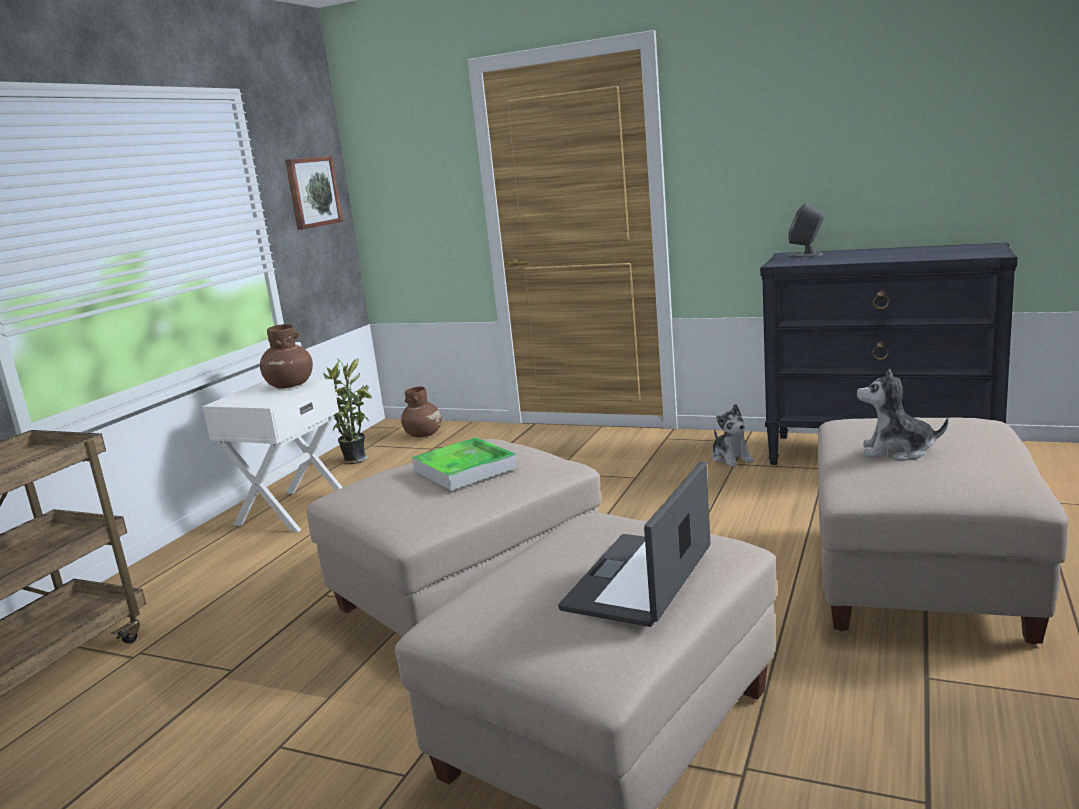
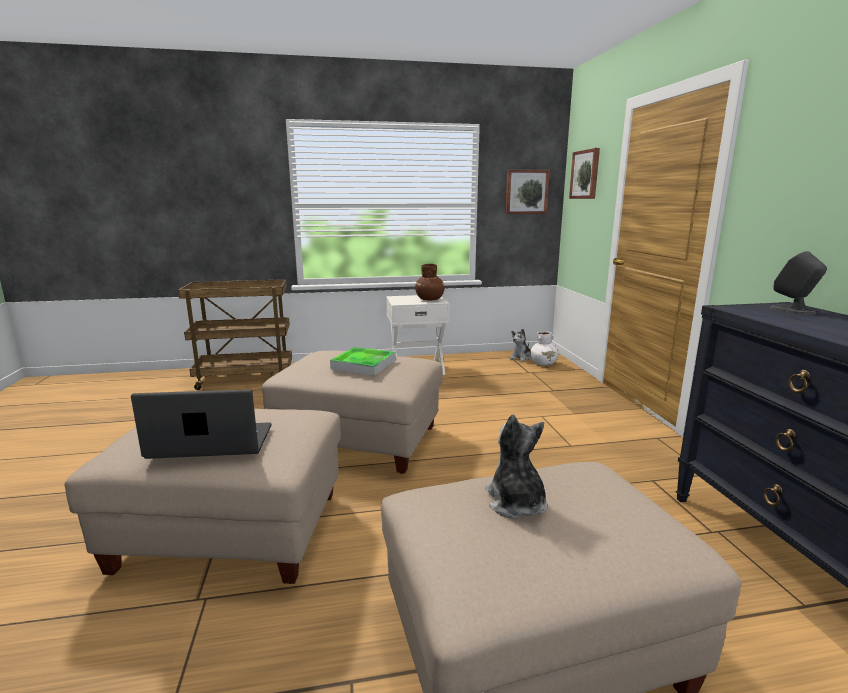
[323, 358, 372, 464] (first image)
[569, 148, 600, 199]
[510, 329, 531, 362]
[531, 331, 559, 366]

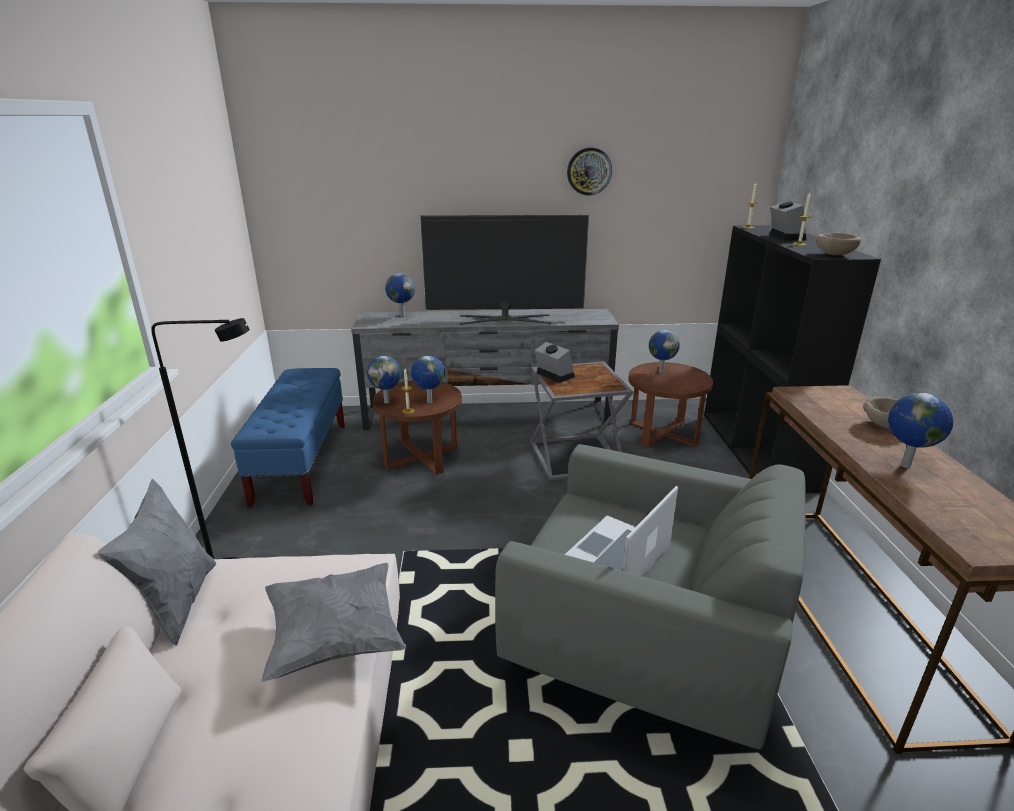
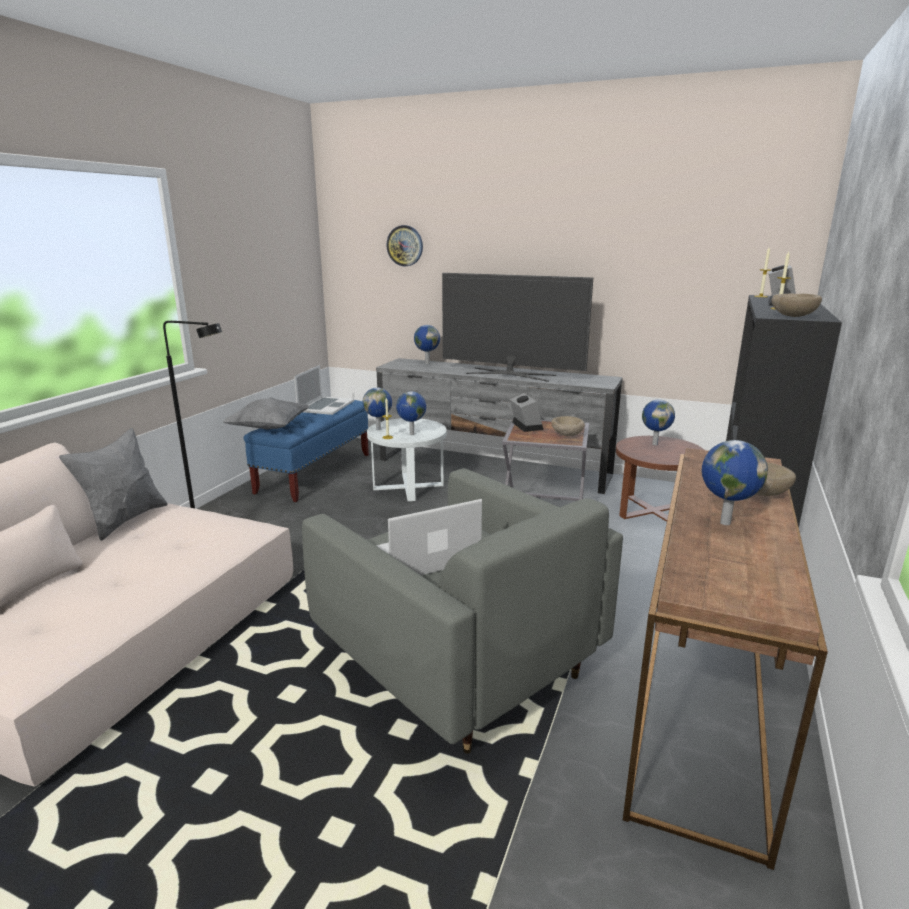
[294, 365, 354, 415]
[551, 416, 585, 436]
[222, 397, 310, 429]
[386, 225, 423, 266]
[367, 418, 447, 501]

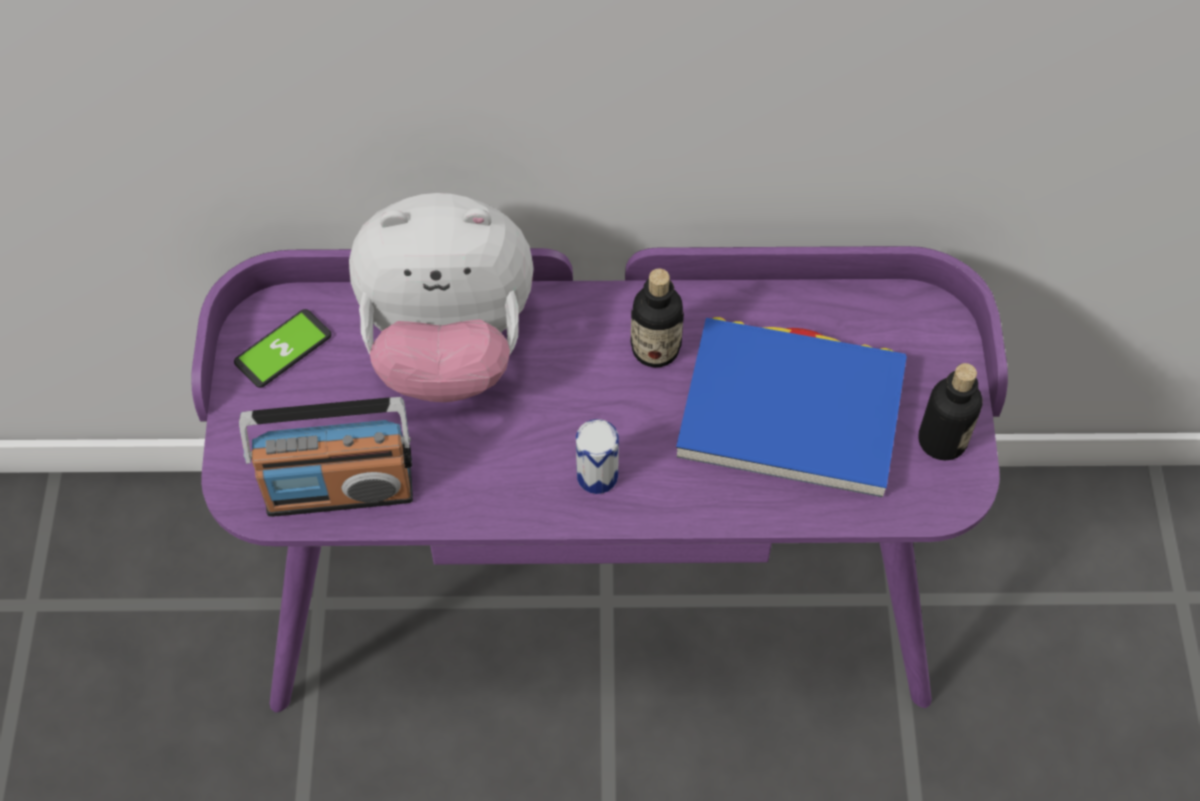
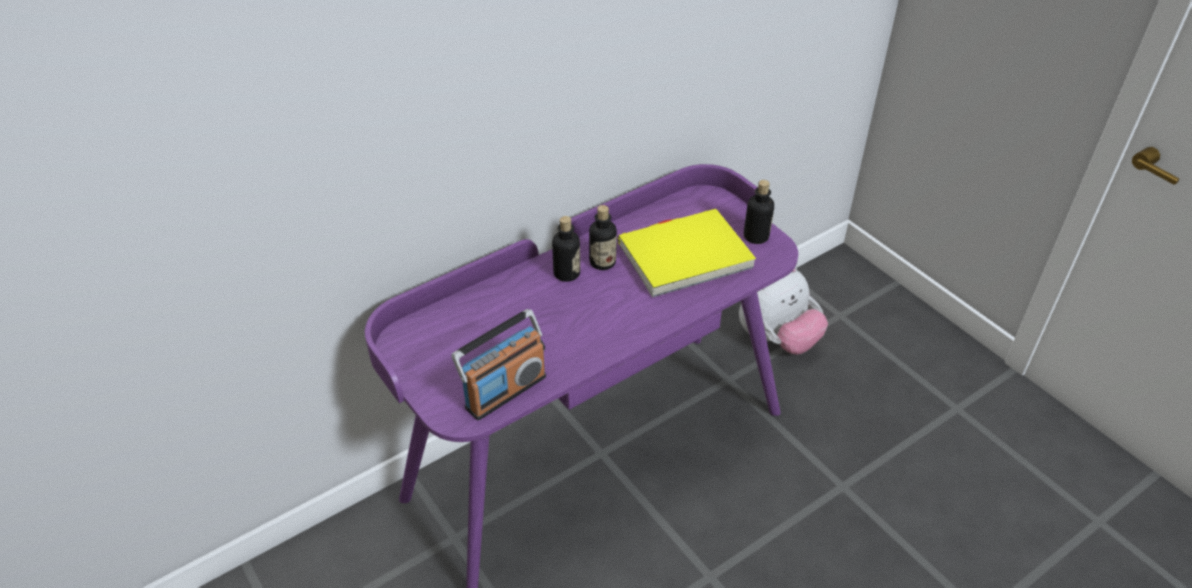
[234, 309, 332, 388] (first image)
[576, 419, 619, 494] (first image)
[552, 216, 580, 282]
[739, 267, 828, 355]
[618, 209, 756, 297]

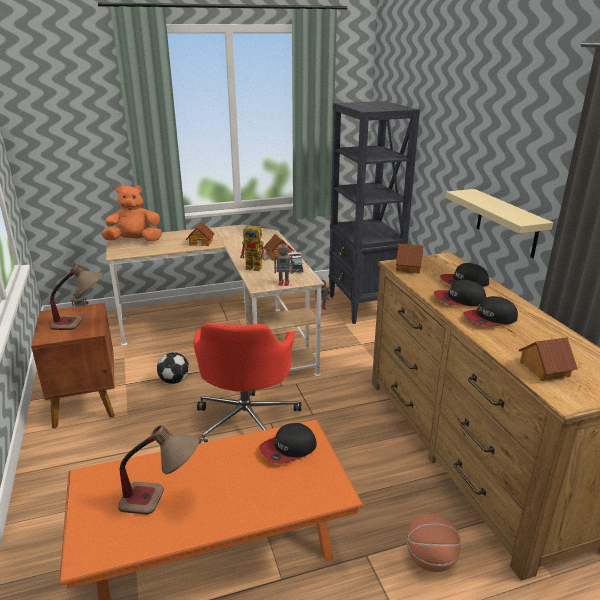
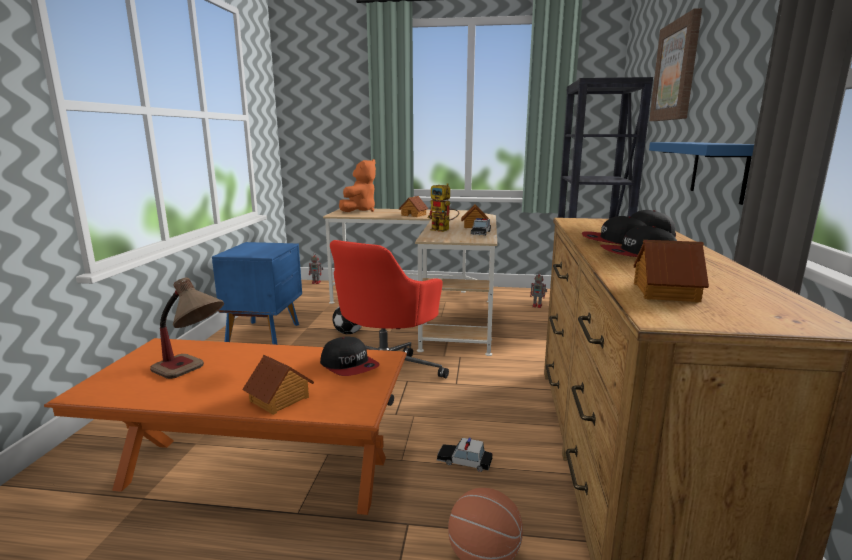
[50, 264, 104, 330] (first image)
[274, 242, 295, 286] (first image)
[437, 438, 493, 472]
[649, 8, 702, 121]
[242, 355, 314, 415]
[212, 242, 302, 345]
[649, 142, 754, 205]
[339, 159, 376, 212]
[320, 336, 380, 376]

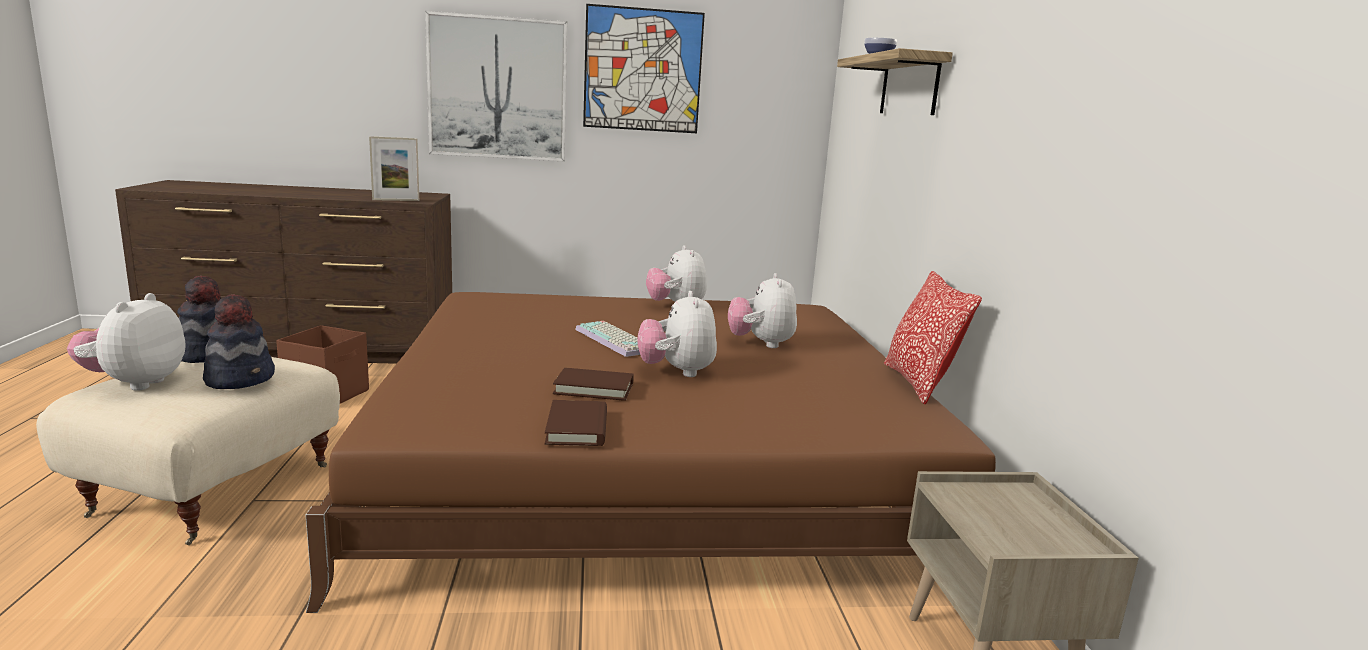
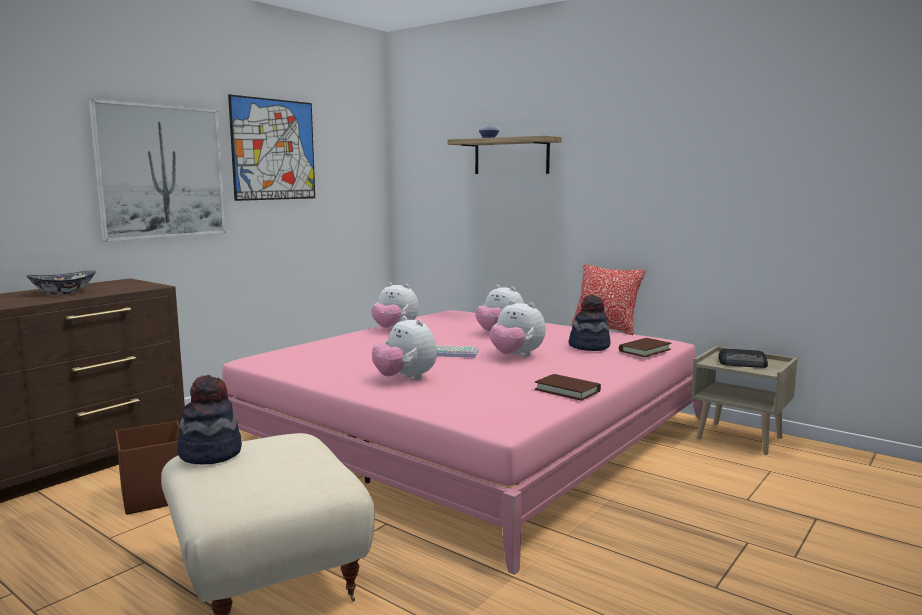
[369, 136, 419, 201] (first image)
[26, 270, 96, 295]
[718, 349, 768, 368]
[372, 316, 437, 380]
[569, 295, 611, 351]
[619, 338, 671, 357]
[222, 310, 703, 575]

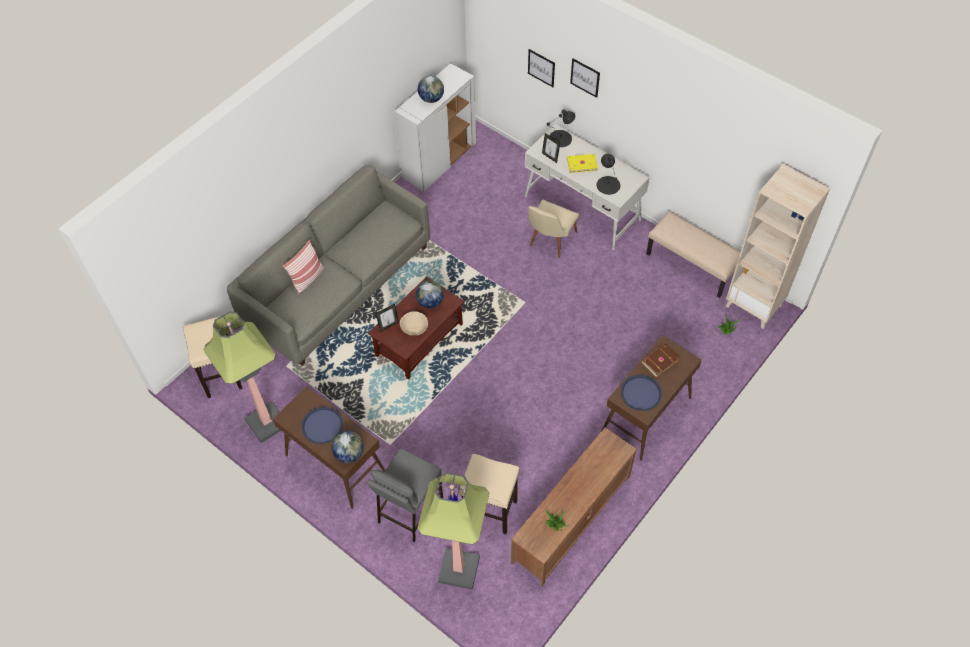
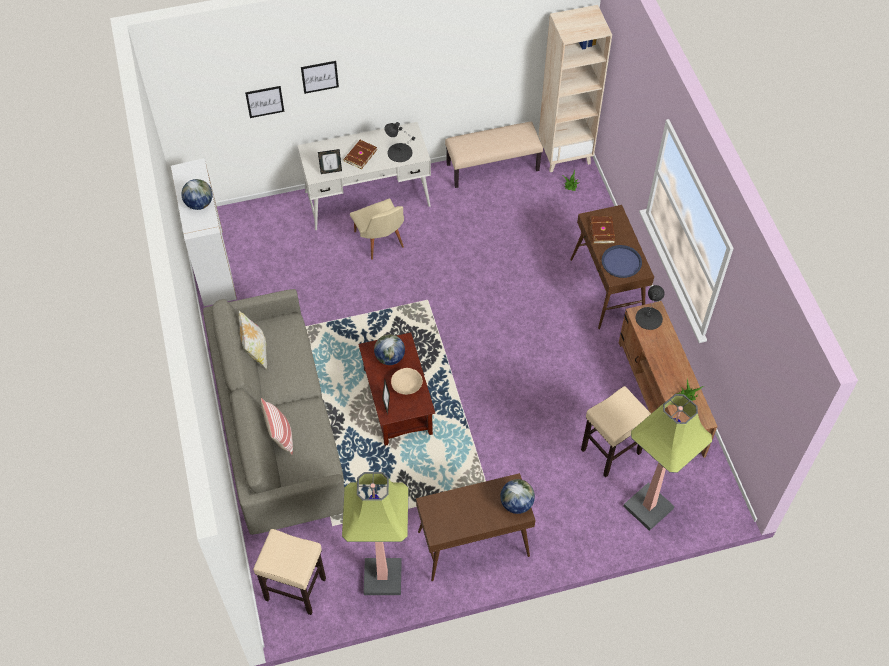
[301, 407, 343, 444] (first image)
[367, 448, 443, 542] (first image)
[239, 311, 267, 370]
[636, 285, 664, 330]
[343, 140, 377, 169]

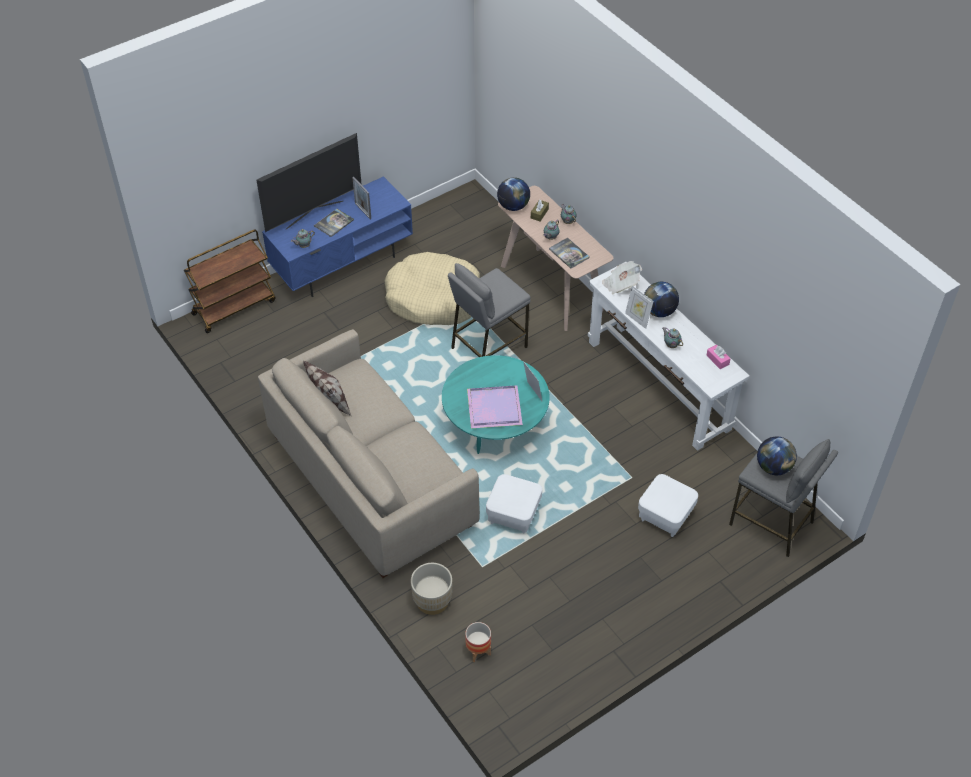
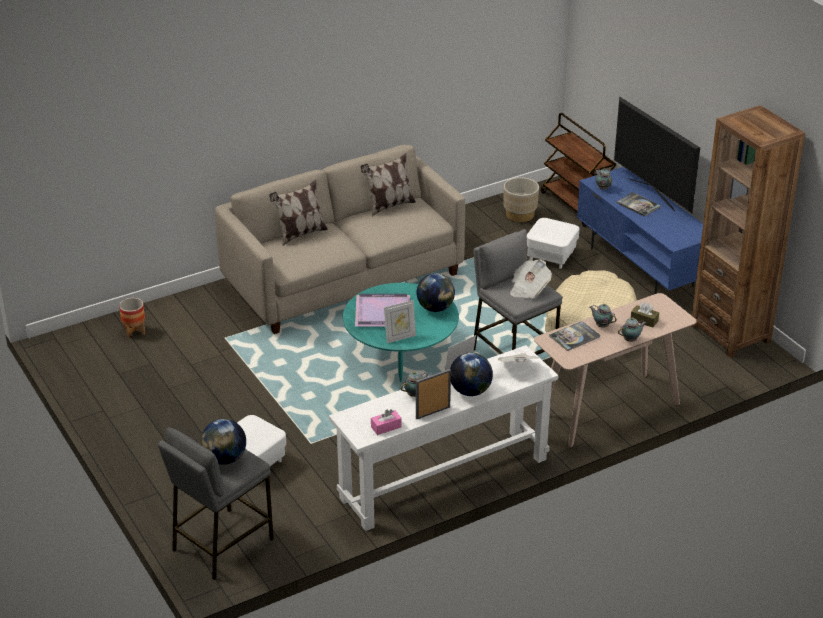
[269, 180, 328, 246]
[510, 259, 552, 299]
[691, 105, 805, 358]
[416, 369, 451, 419]
[503, 177, 539, 222]
[527, 218, 579, 269]
[417, 273, 455, 312]

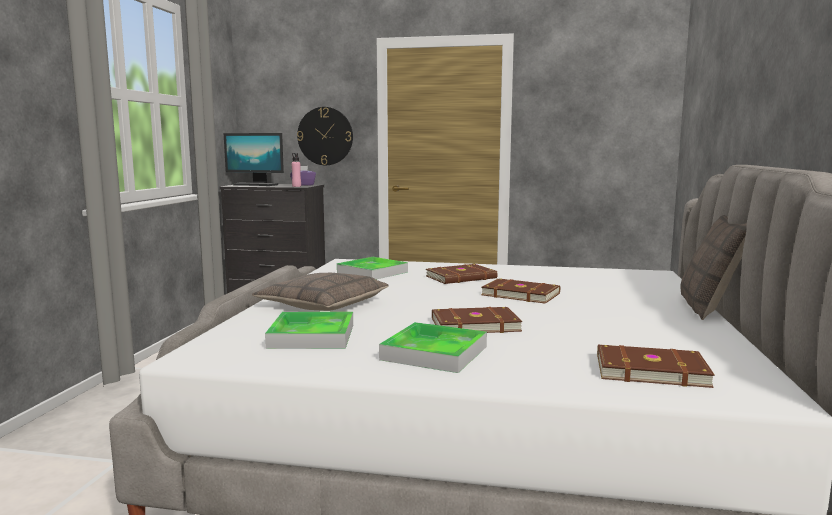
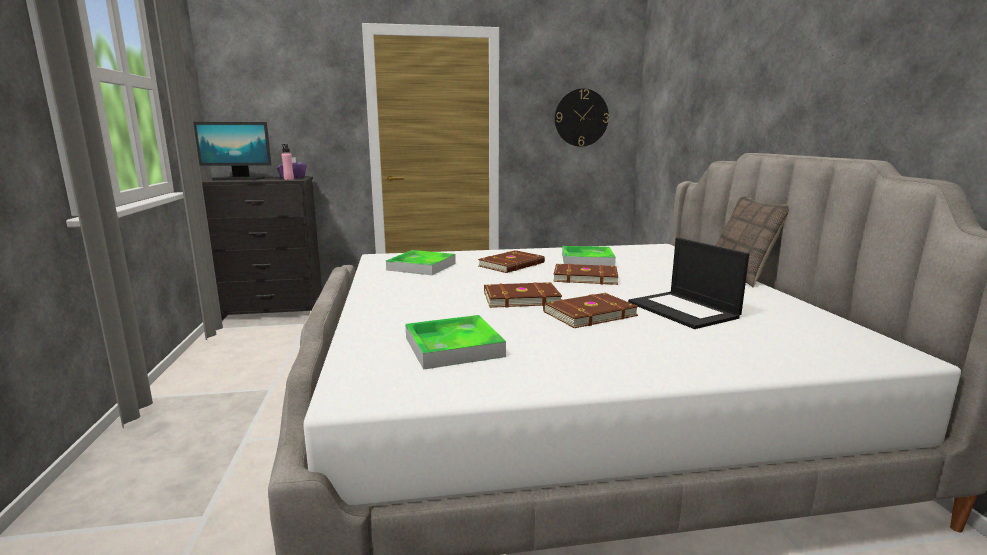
[252, 273, 388, 311] (first image)
[628, 238, 749, 329]
[555, 89, 609, 147]
[562, 246, 616, 266]
[484, 282, 562, 308]

